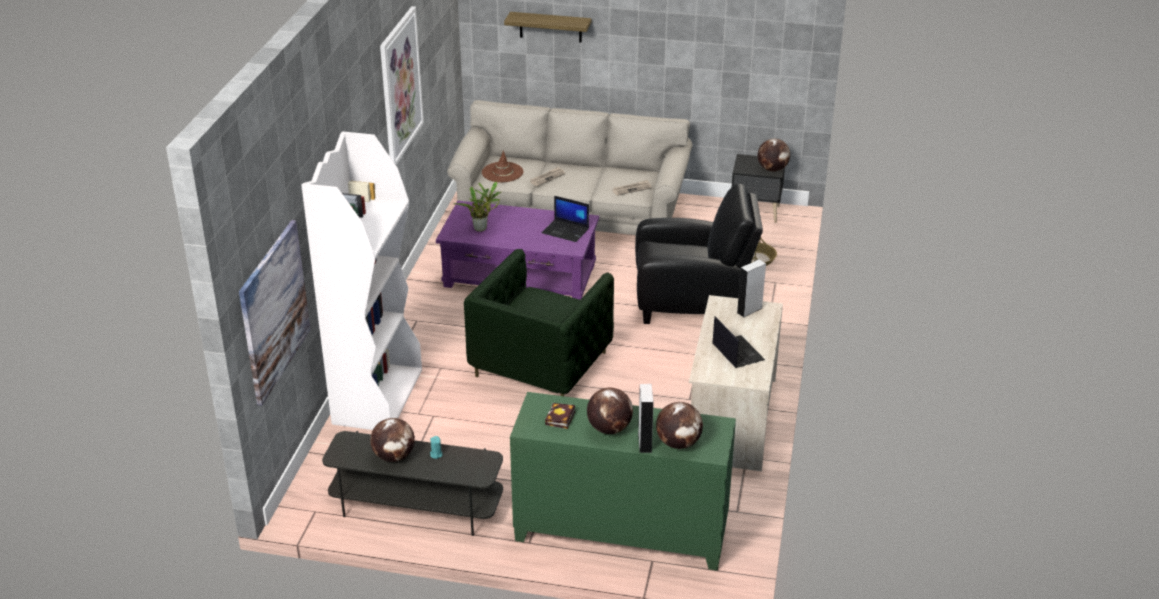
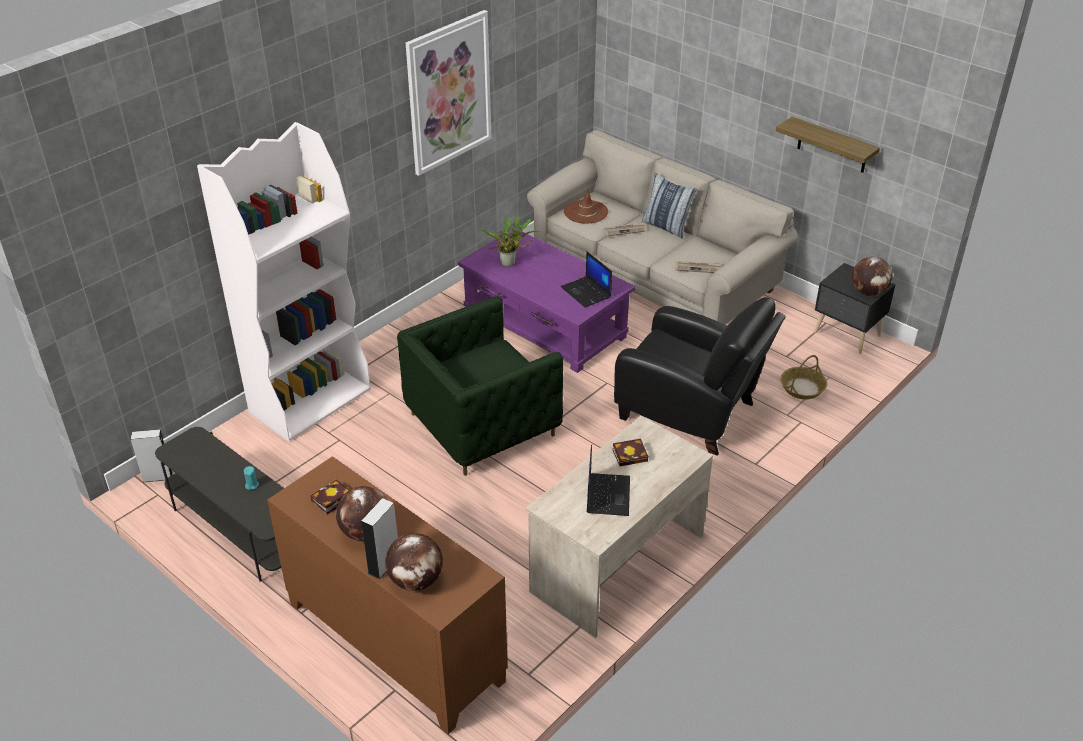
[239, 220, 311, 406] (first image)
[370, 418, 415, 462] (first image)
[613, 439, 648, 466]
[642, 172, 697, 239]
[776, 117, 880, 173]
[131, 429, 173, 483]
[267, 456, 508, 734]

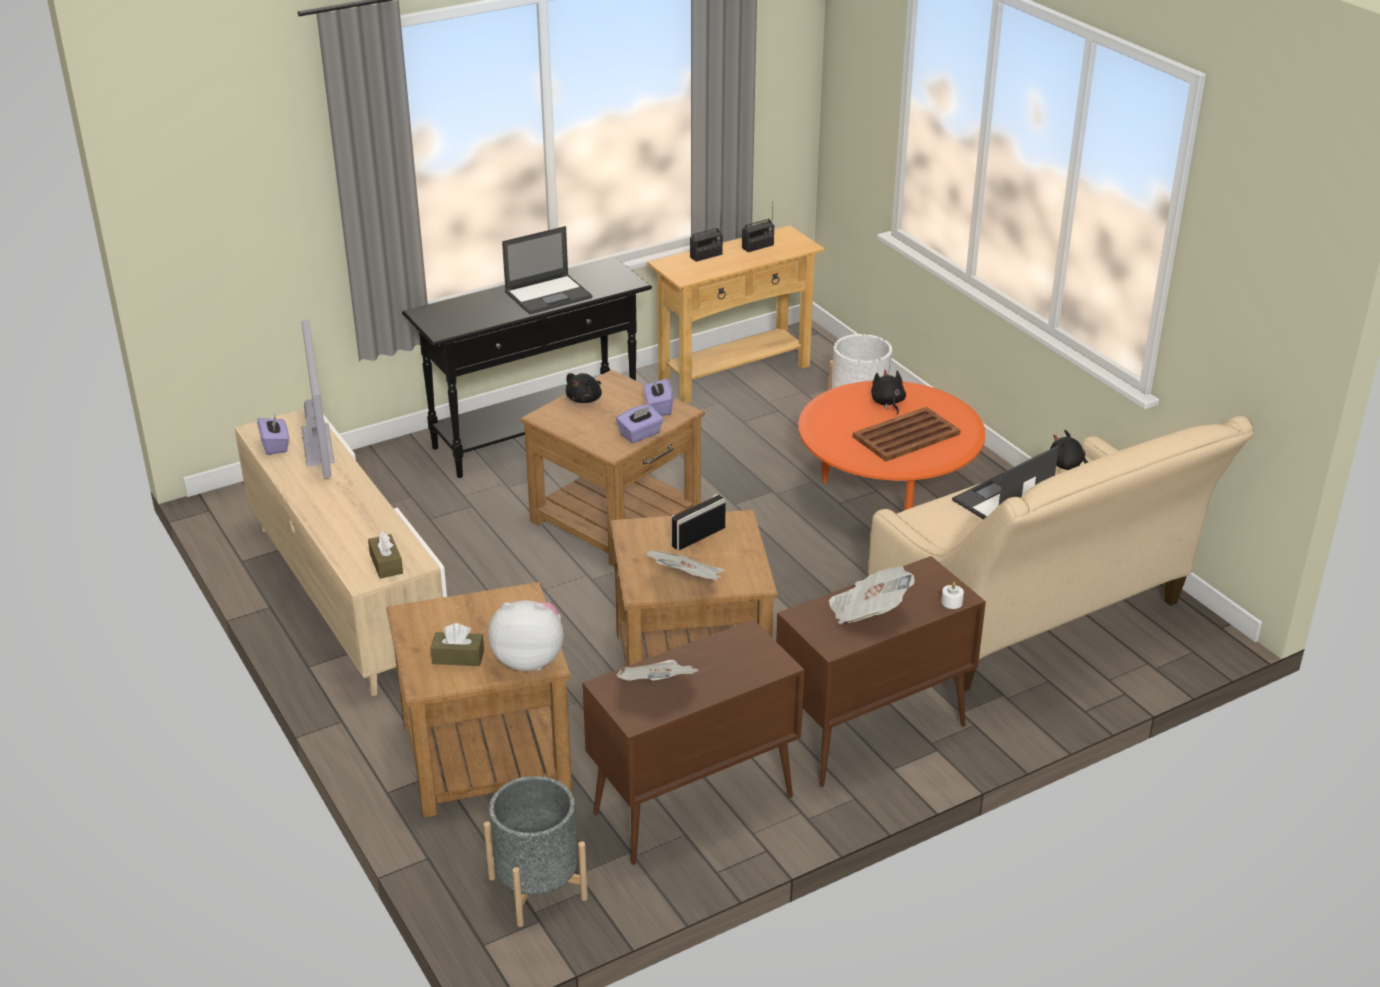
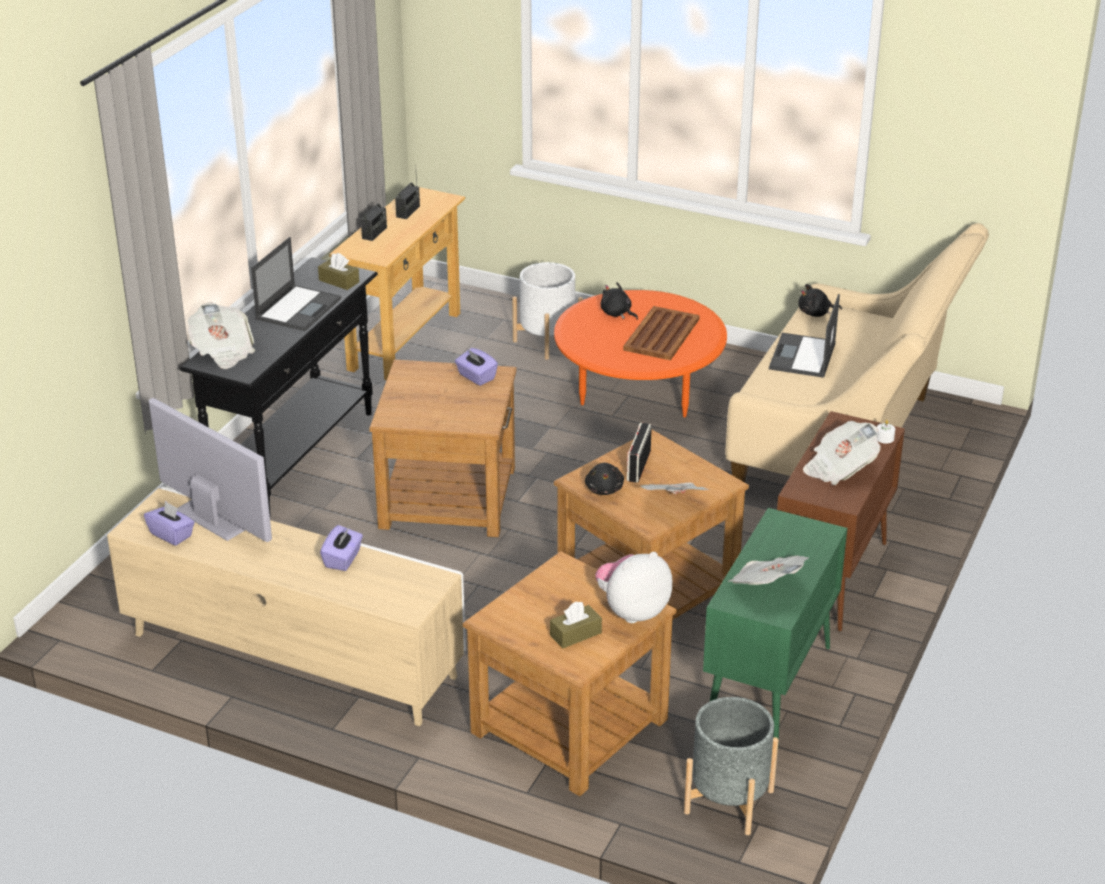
[187, 302, 255, 369]
[318, 253, 359, 290]
[585, 463, 624, 495]
[320, 525, 363, 571]
[703, 508, 847, 742]

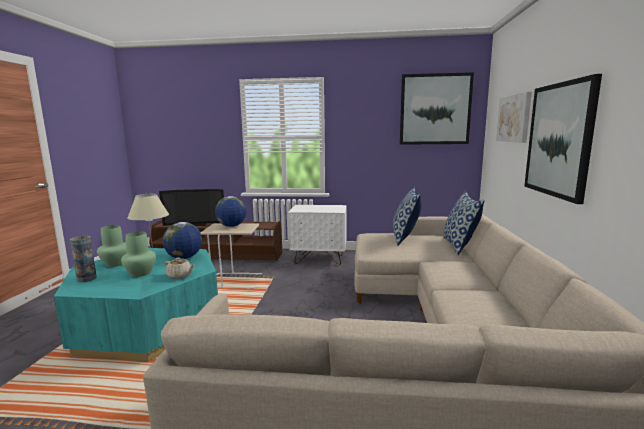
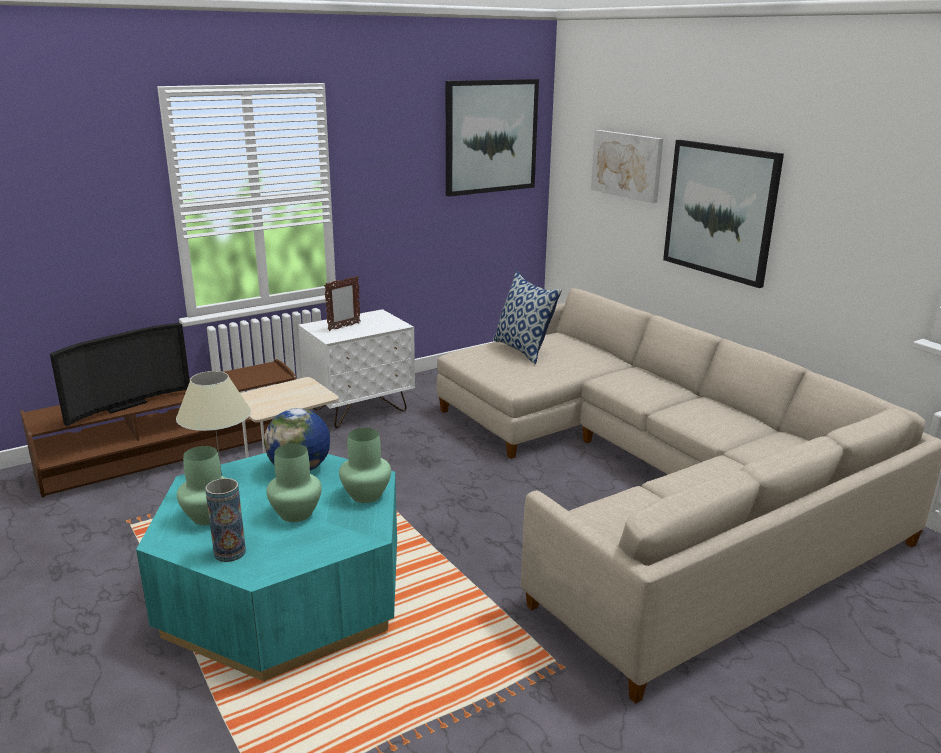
[215, 196, 246, 227] (first image)
[443, 190, 484, 255] (first image)
[324, 276, 360, 331]
[339, 428, 391, 503]

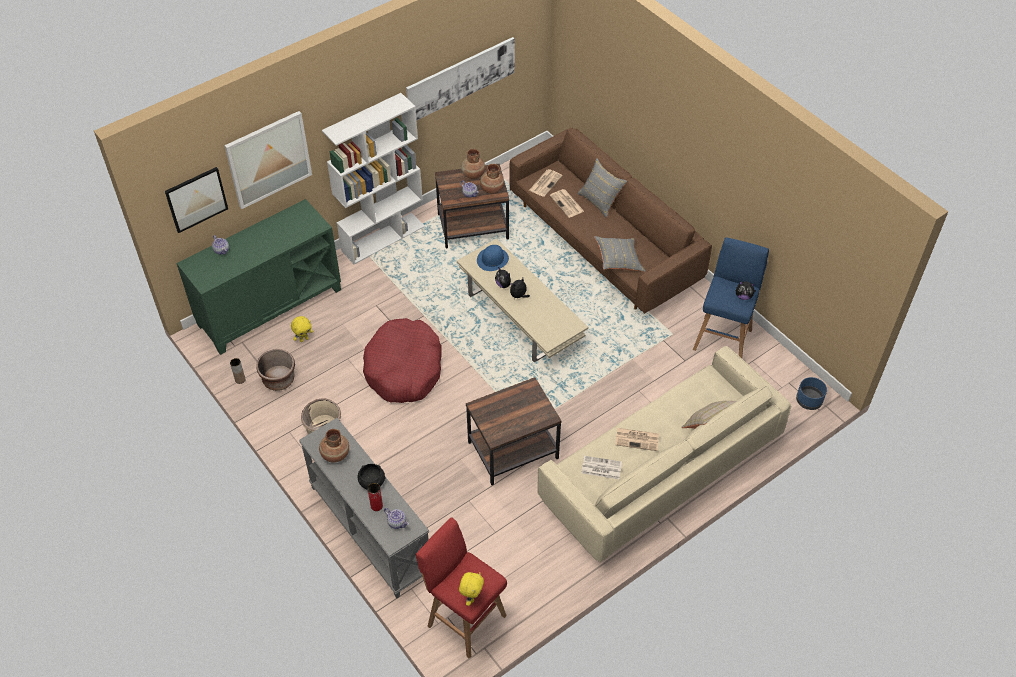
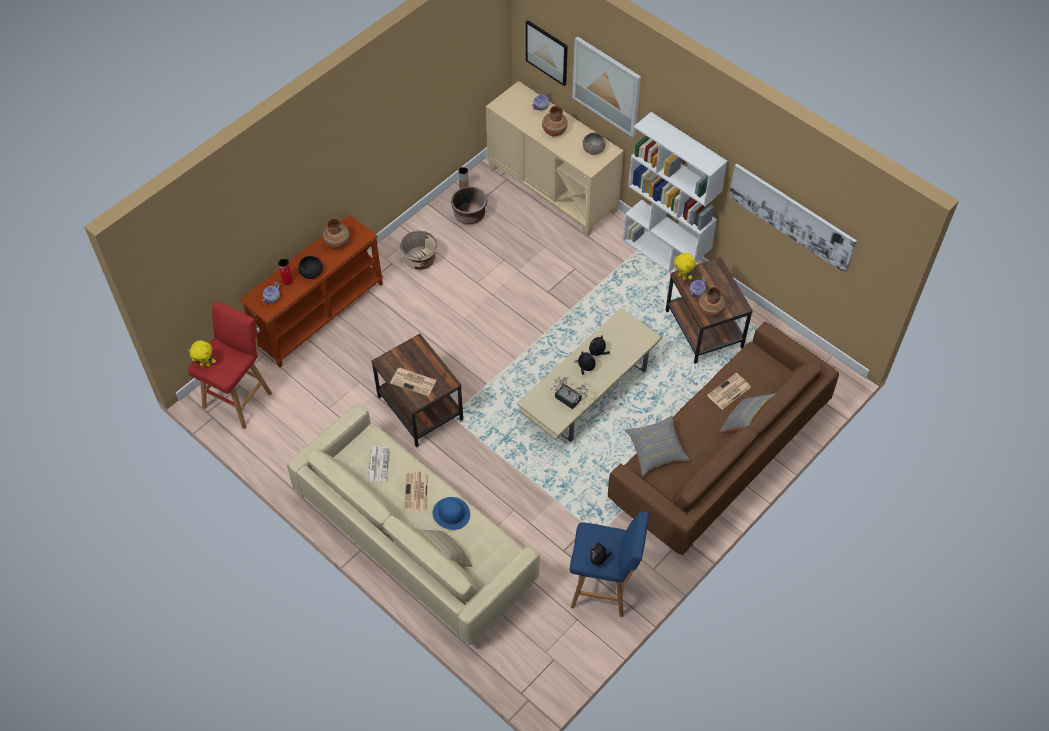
[363, 318, 441, 403] (first image)
[796, 377, 827, 410] (first image)
[550, 377, 590, 409]
[583, 133, 606, 155]
[674, 253, 696, 280]
[542, 106, 567, 136]
[432, 497, 470, 530]
[390, 367, 437, 396]
[486, 81, 624, 237]
[240, 215, 383, 367]

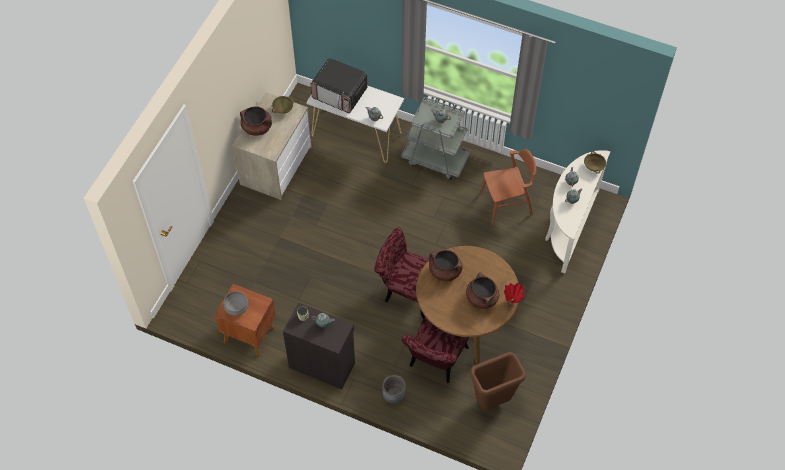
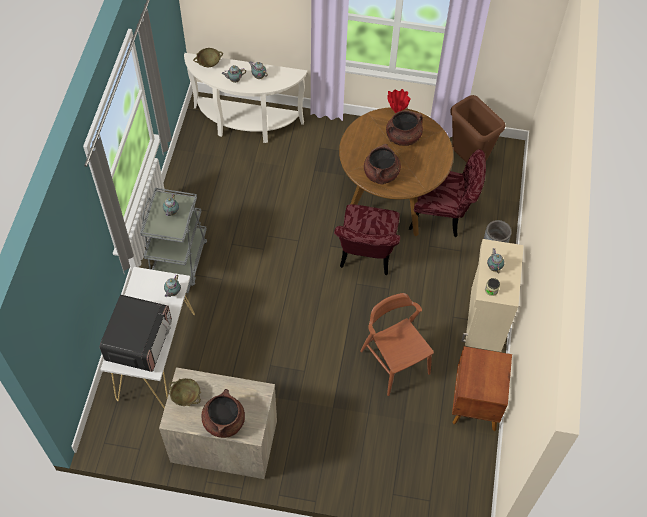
[224, 291, 249, 316] (first image)
[360, 293, 434, 396]
[461, 239, 524, 352]

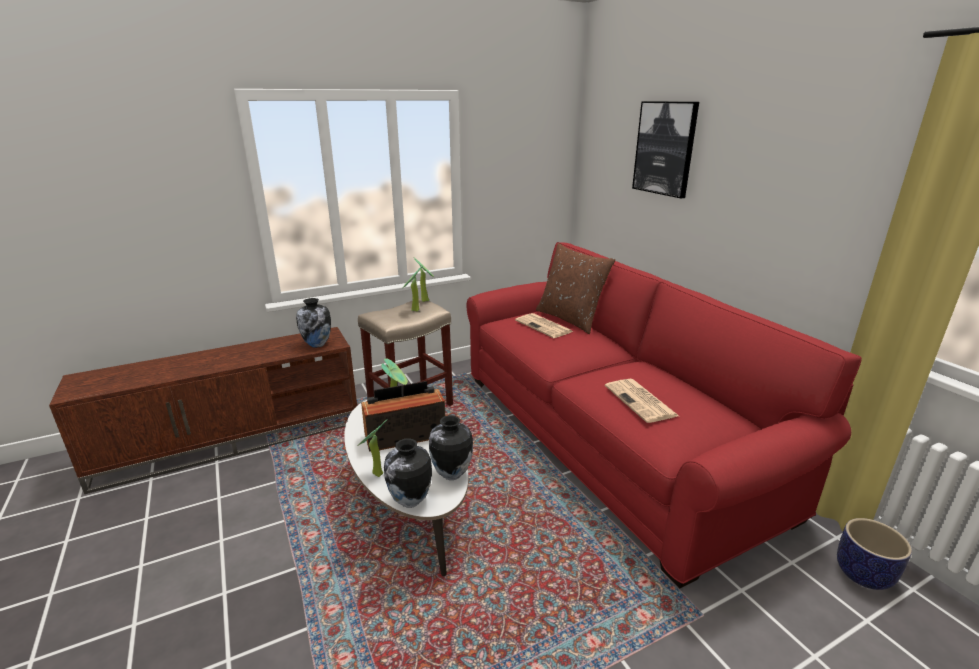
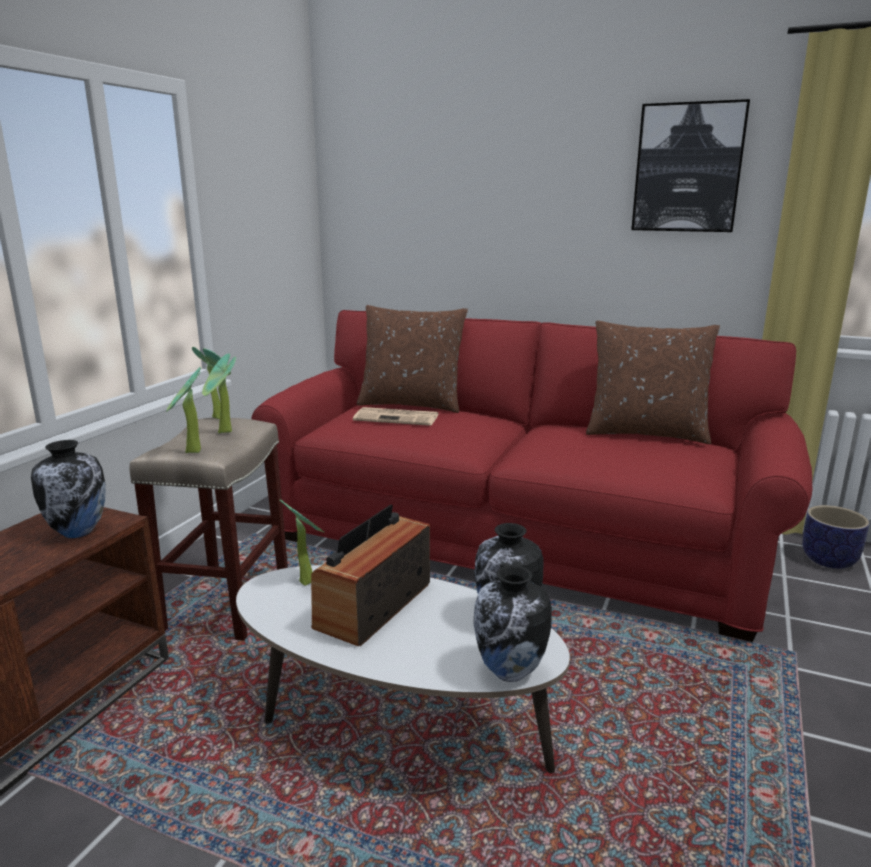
[605, 379, 679, 423] (first image)
[586, 321, 720, 444]
[166, 367, 202, 453]
[631, 99, 750, 232]

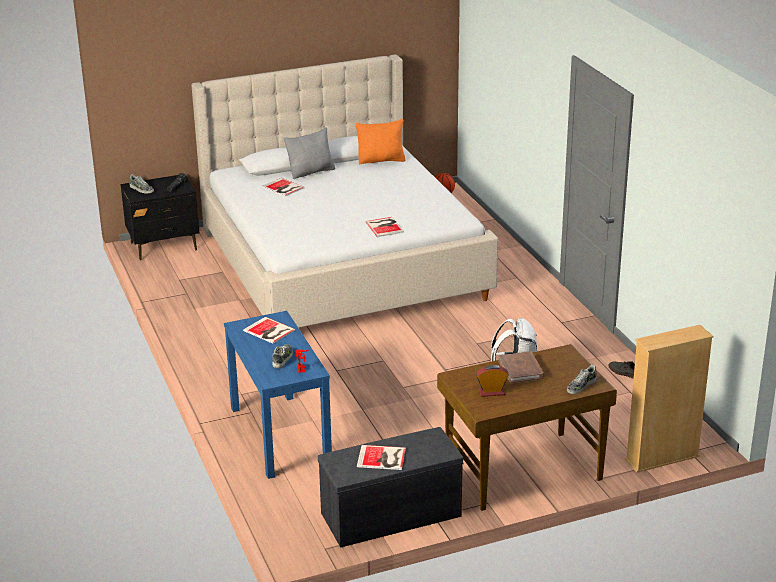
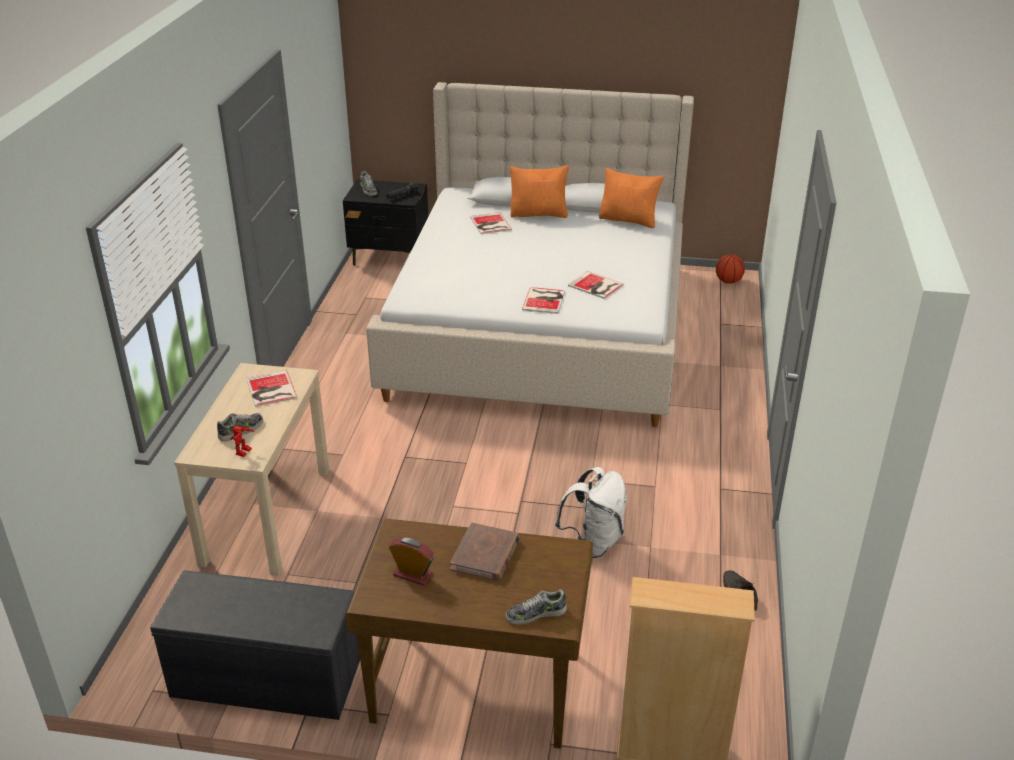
[568, 271, 624, 299]
[174, 363, 329, 576]
[509, 165, 569, 218]

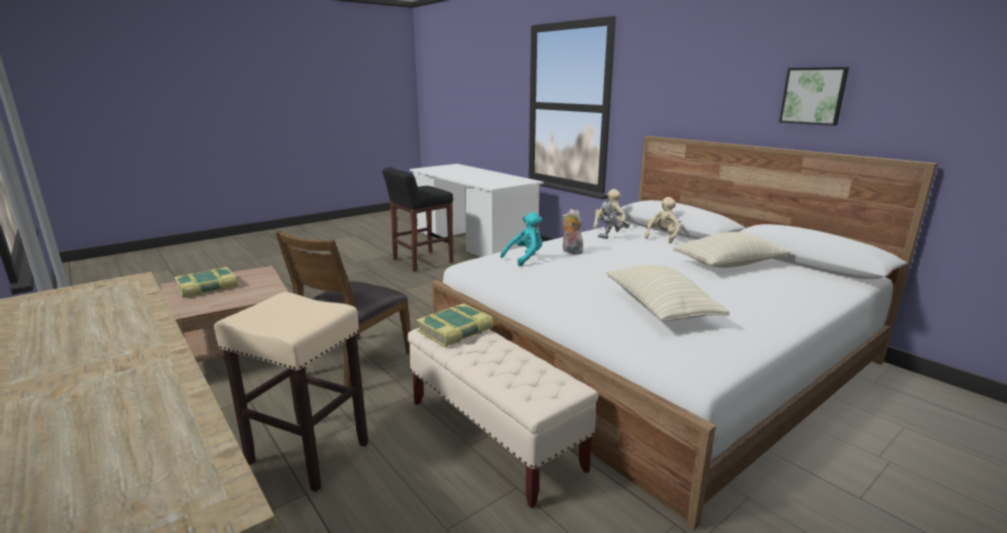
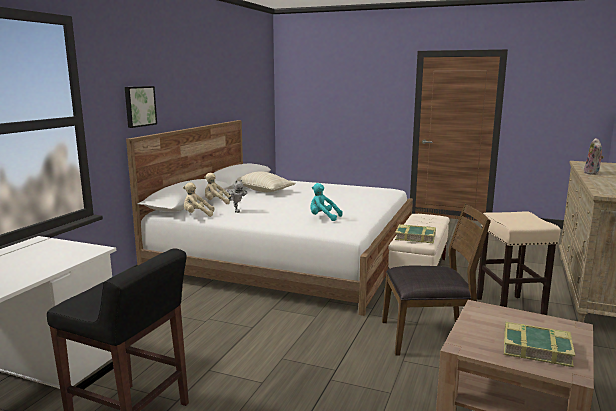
[606, 265, 730, 321] (first image)
[584, 138, 604, 175]
[125, 86, 157, 128]

